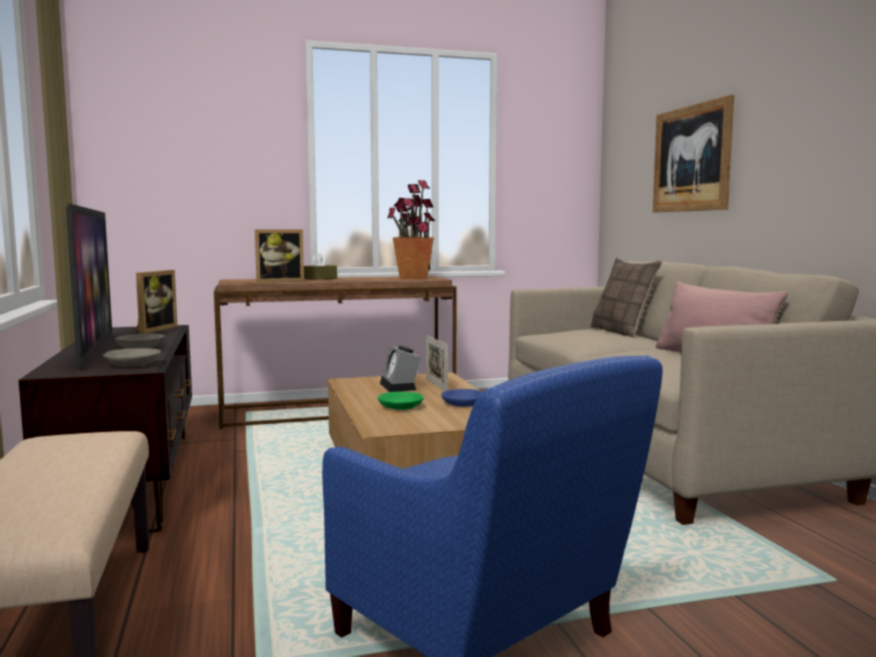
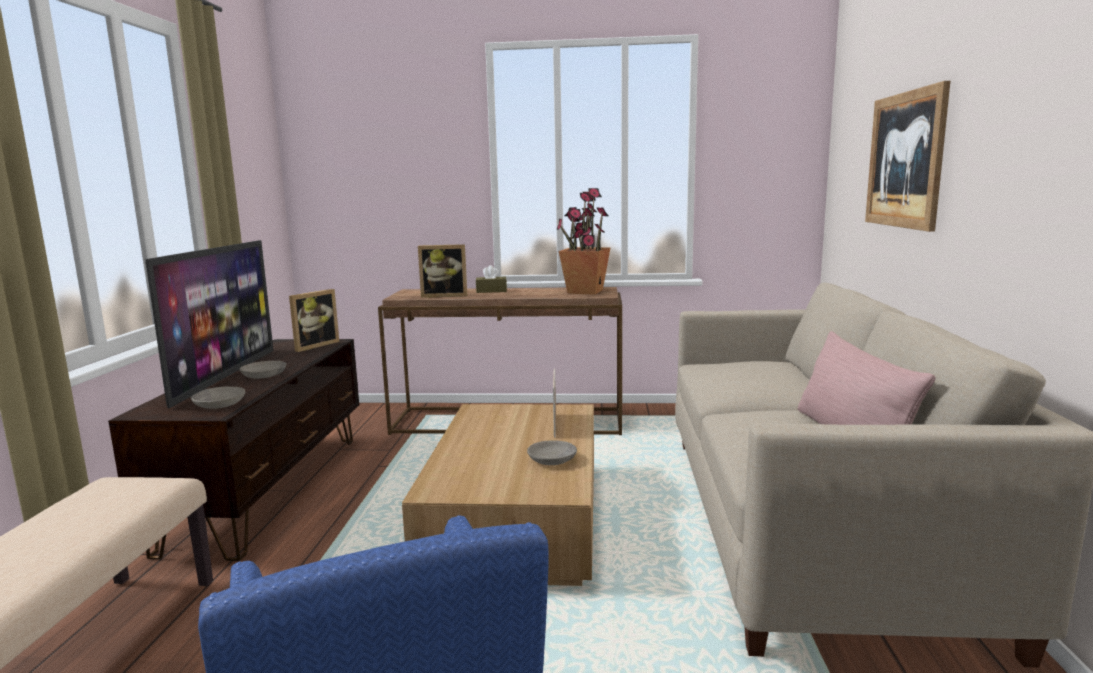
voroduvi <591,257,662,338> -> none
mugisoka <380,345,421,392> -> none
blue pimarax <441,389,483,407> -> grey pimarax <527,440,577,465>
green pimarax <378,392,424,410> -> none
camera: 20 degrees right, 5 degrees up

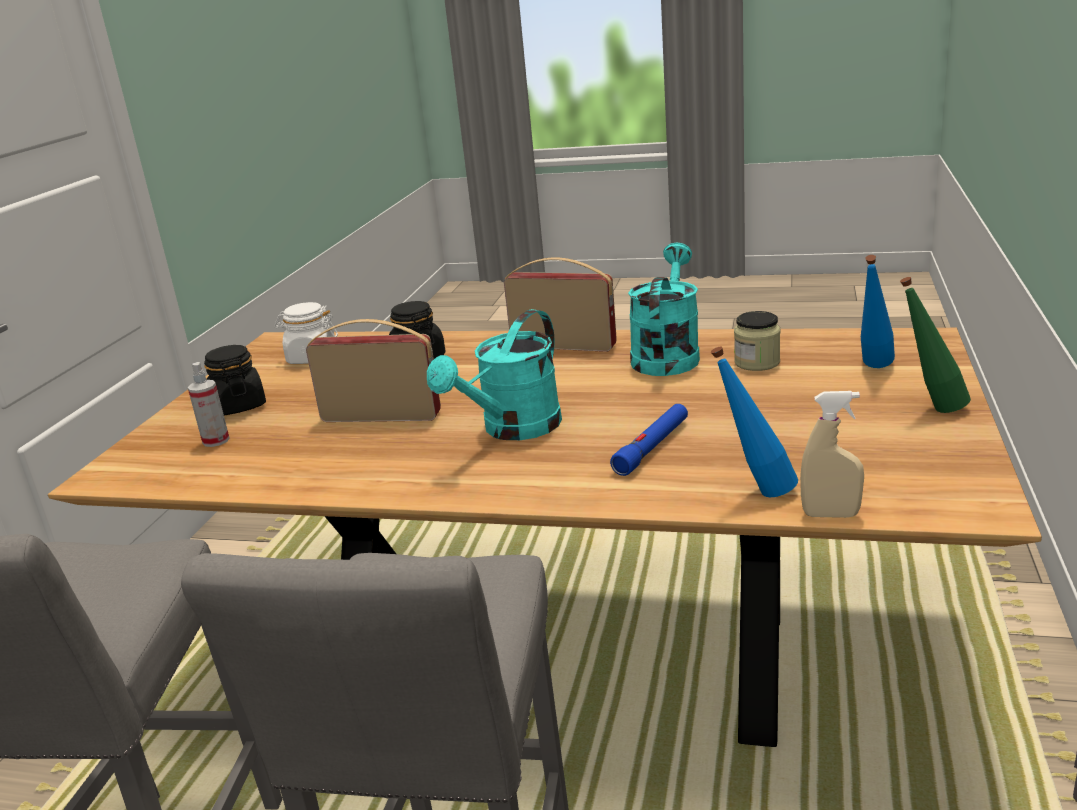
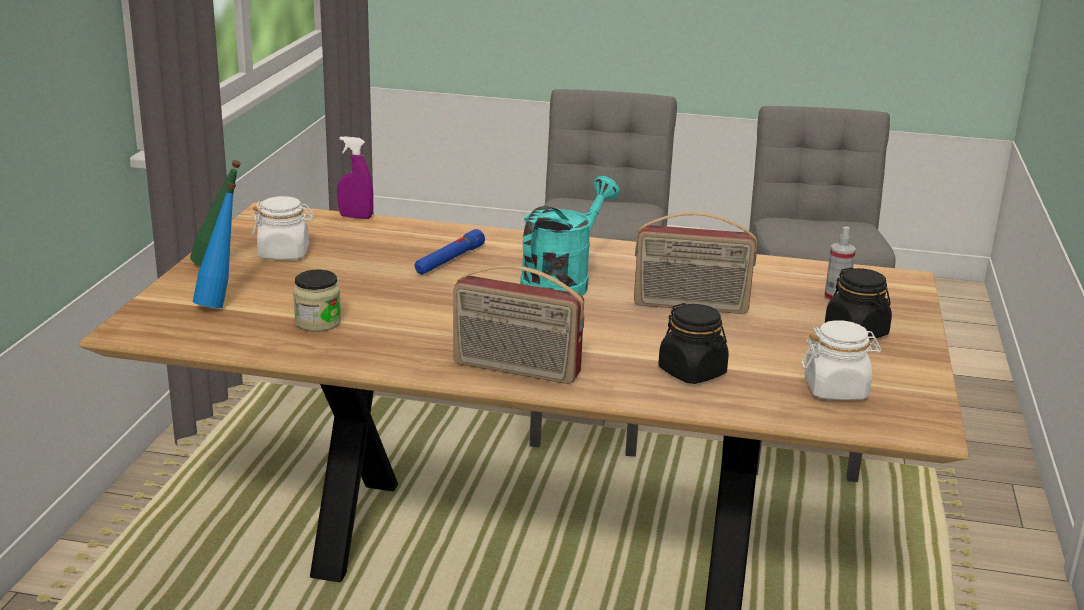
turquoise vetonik <628,242,700,376> -> none
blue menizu <711,347,798,497> -> none
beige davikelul <800,391,864,518> -> purple davikelul <337,136,373,219>
none -> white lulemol <252,196,314,260>
camera: 175 degrees right, 0 degrees up

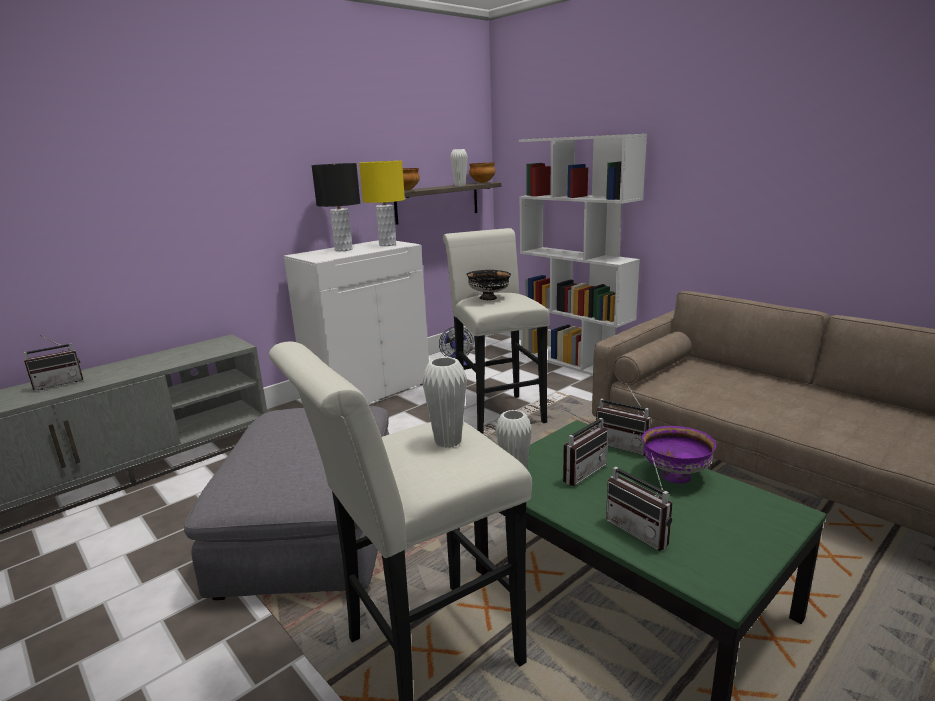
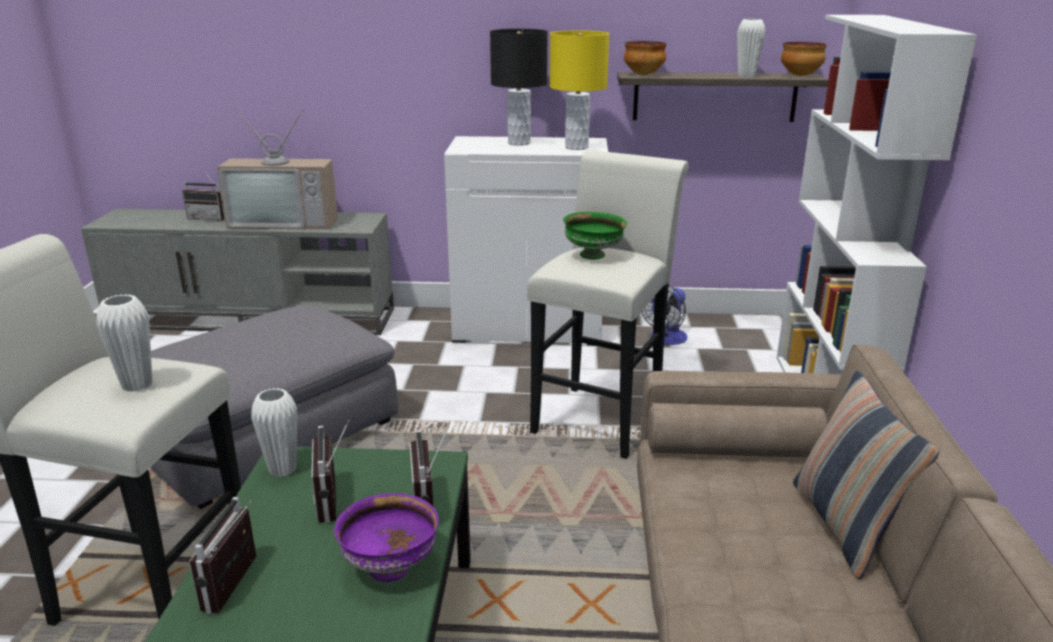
black pimarax <466,270,511,300> -> green pimarax <563,212,627,260>
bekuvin <563,410,608,486> -> bekuvin <312,420,349,523>, 75 degrees clockwise
none -> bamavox <217,109,338,229>
none -> voroduvi <793,370,939,580>
camera: 45 degrees right, 5 degrees up

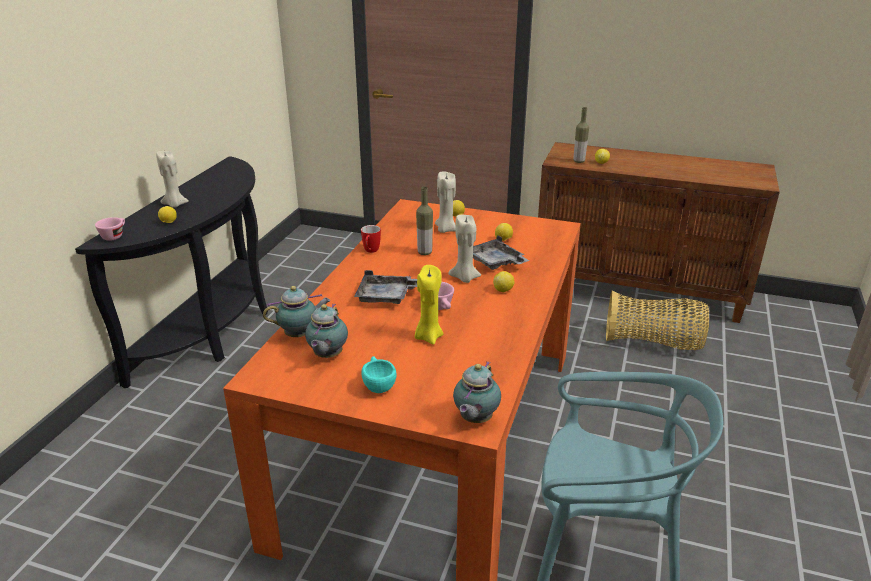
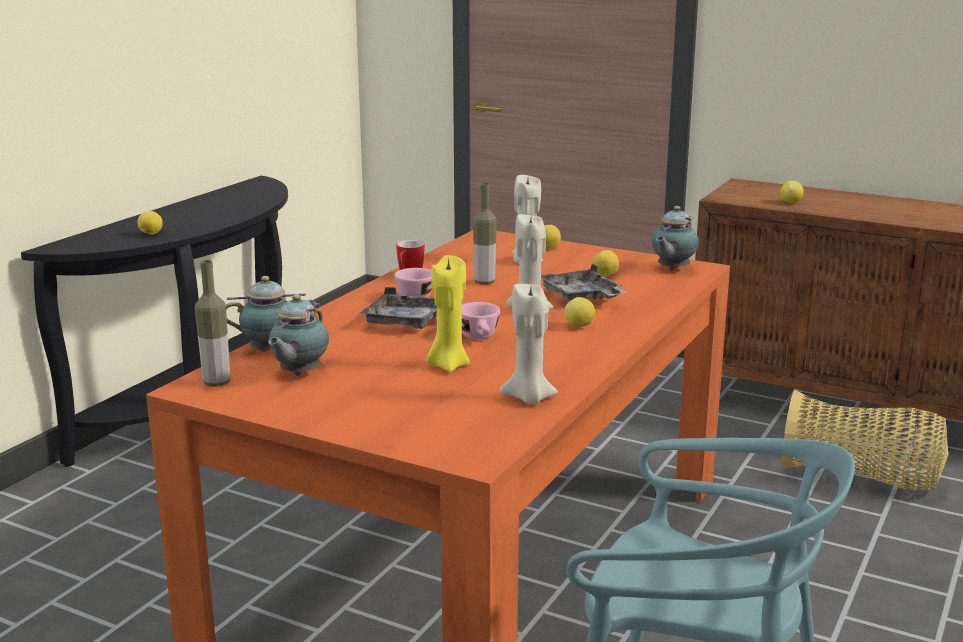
menizu <573,107,589,163> -> menizu <195,260,230,387>, move
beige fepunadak <156,151,189,207> -> beige fepunadak <500,284,558,404>, move
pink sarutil <95,217,125,241> -> pink sarutil <394,268,432,297>, move
turquoise sarutil <361,356,397,393> -> none
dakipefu <453,362,501,423> -> dakipefu <652,206,699,270>, move
camera: 10 degrees right, 10 degrees down

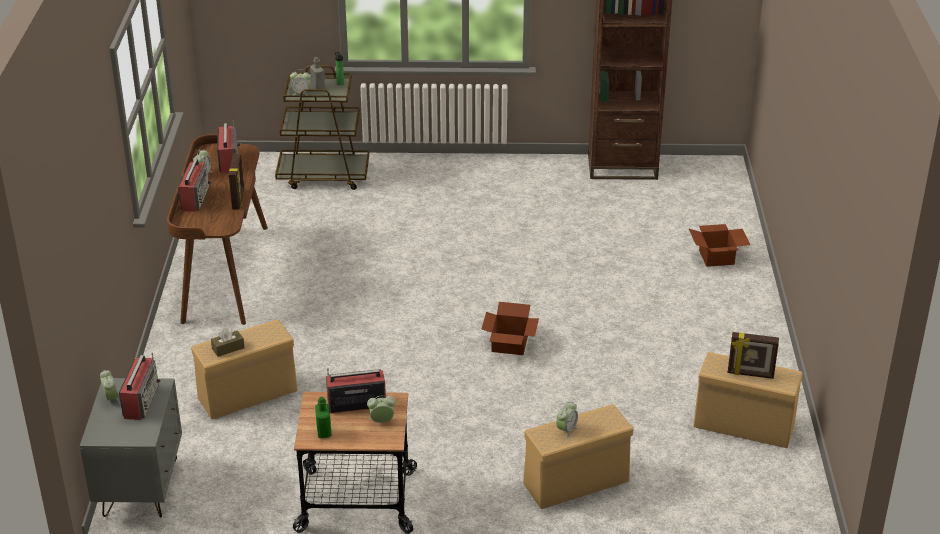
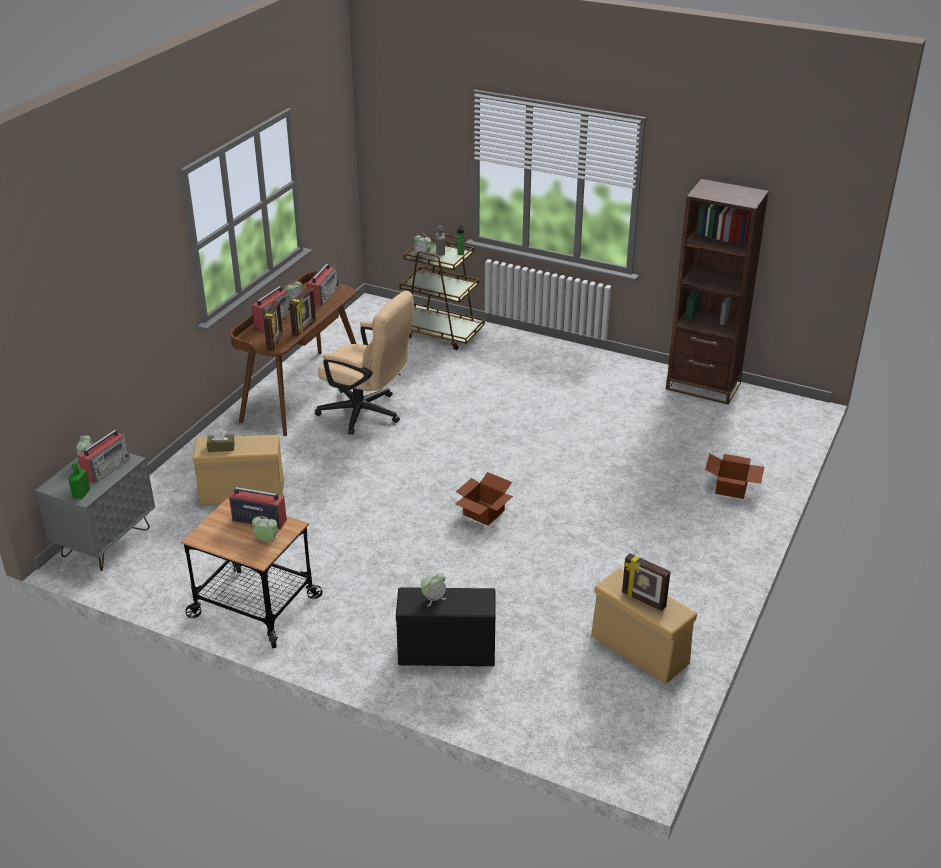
green menizu <315,397,331,438> -> green menizu <68,462,90,499>, move
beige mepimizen <523,404,634,509> -> black mepimizen <396,587,495,666>
none -> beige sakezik <315,291,414,434>
none -> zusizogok <263,301,283,351>
camera: 25 degrees right, 0 degrees up

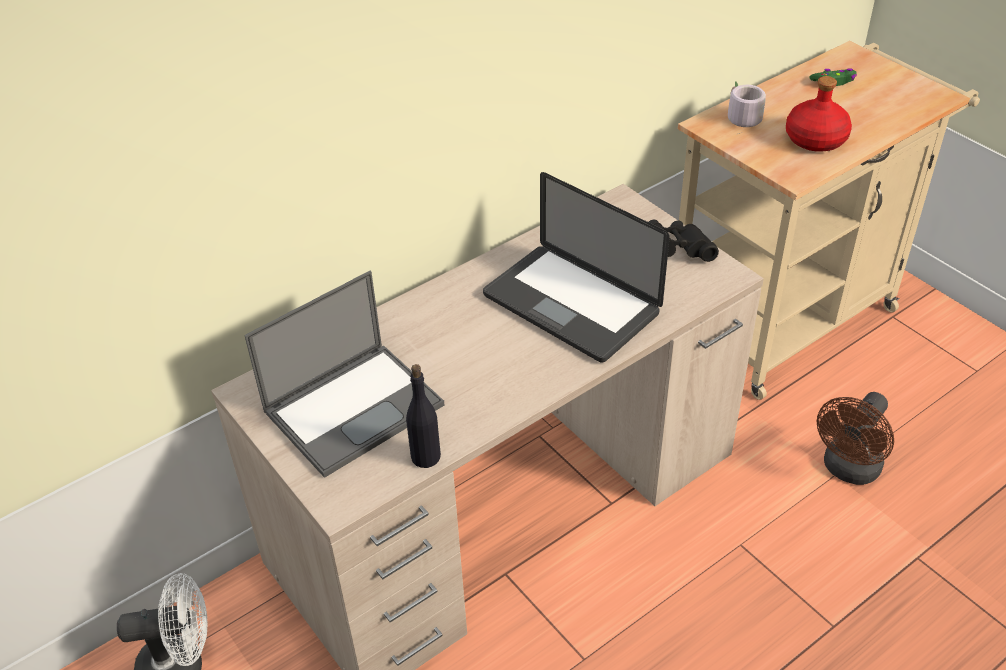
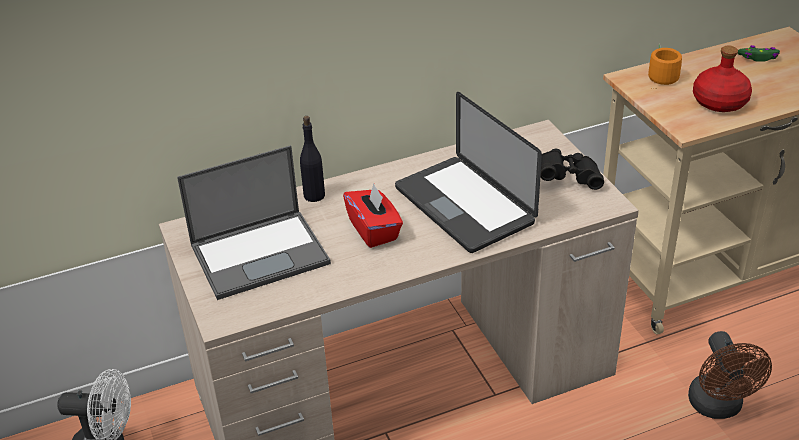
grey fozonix <728,81,766,135> -> orange fozonix <648,44,682,89>
black menizu <406,364,441,468> -> black menizu <300,116,325,202>, move
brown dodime <817,392,894,485> -> brown dodime <688,331,772,419>, 60 degrees counterclockwise
none -> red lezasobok <343,183,403,248>
camera: 15 degrees right, 5 degrees down

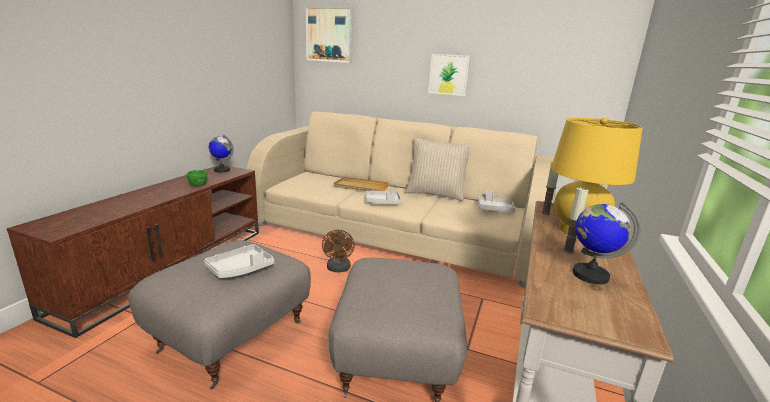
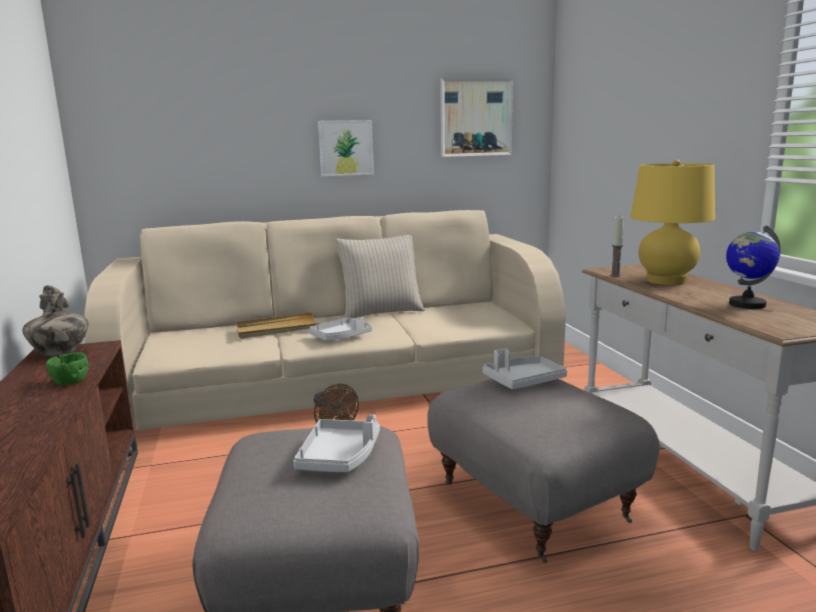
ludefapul <306,6,353,63> -> ludefapul <440,78,513,157>, move
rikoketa <209,135,234,172> -> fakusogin <22,285,89,356>
fepunadak <562,188,589,253> -> none
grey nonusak <478,191,516,212> -> grey nonusak <482,349,567,389>, move
camera: 35 degrees left, 5 degrees down

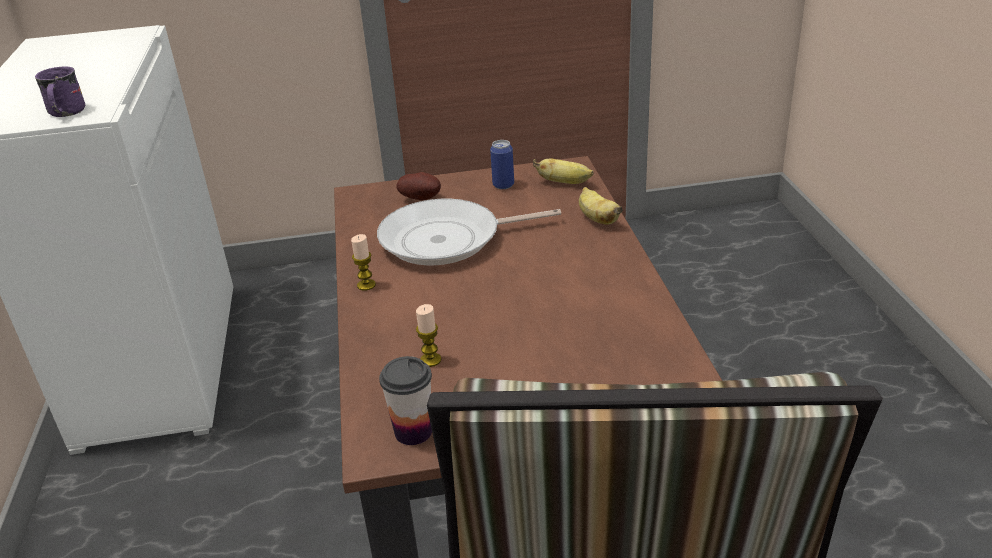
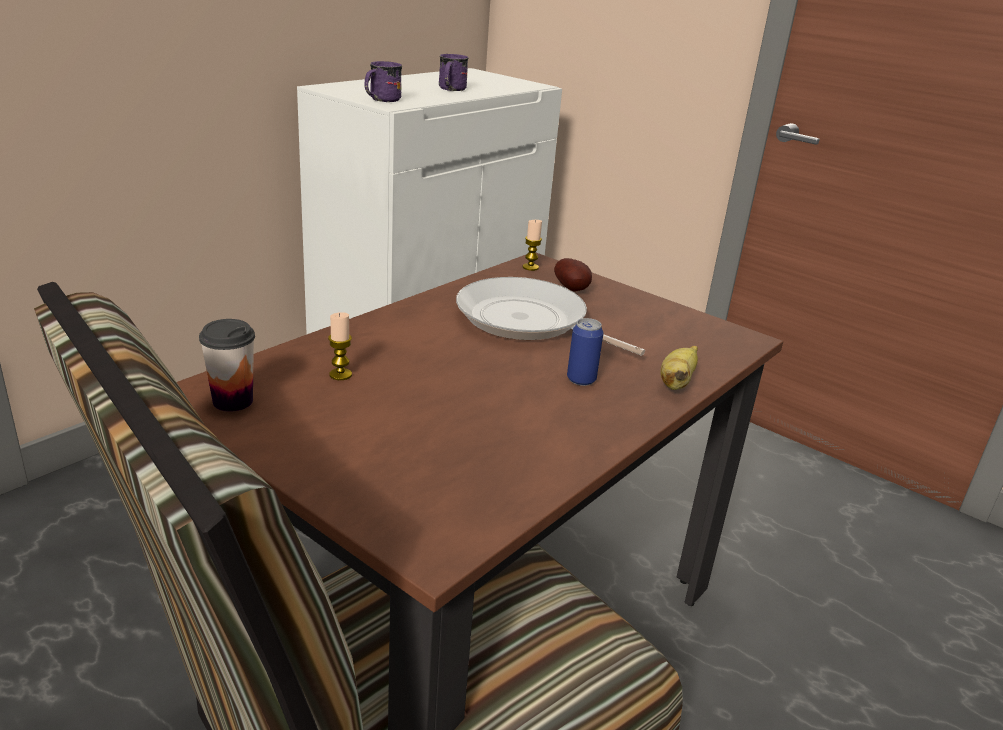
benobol <490,140,514,189> -> benobol <567,318,604,386>, move
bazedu <533,159,594,184> -> none
fepunadak <351,234,376,291> -> fepunadak <523,220,542,271>, move
none -> purple fozonix <439,54,468,91>
camera: 45 degrees right, 5 degrees down

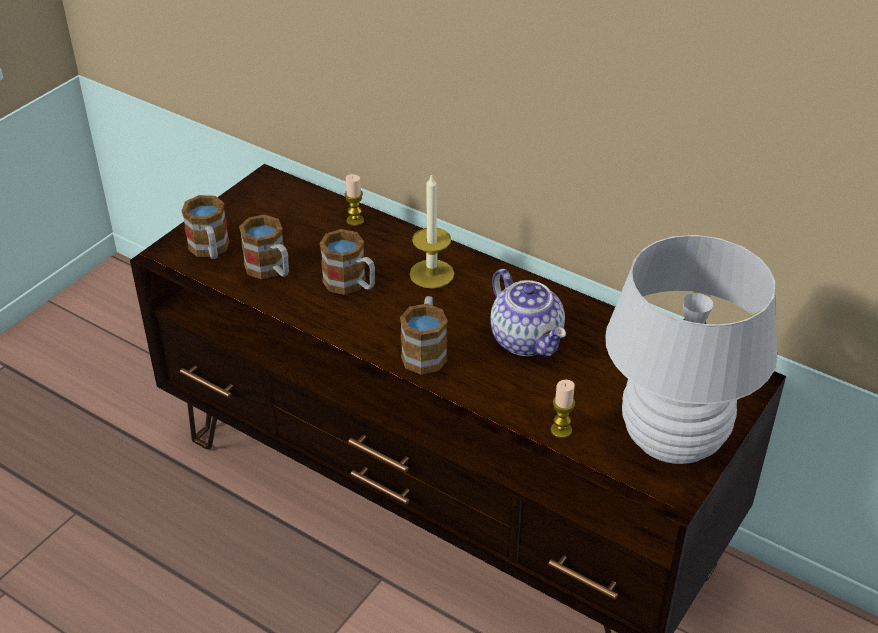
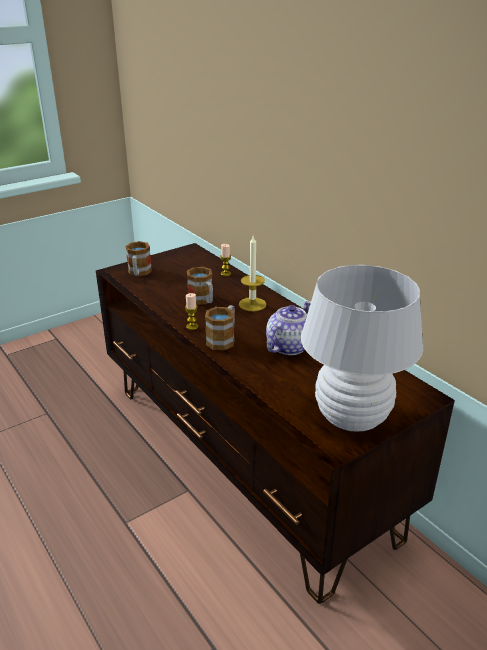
fozonix <239,214,289,279> -> none
dakipefu <490,269,566,357> -> dakipefu <266,301,311,355>, 135 degrees counterclockwise
fepunadak <551,380,575,438> -> fepunadak <185,293,198,330>, move
camera: 20 degrees right, 10 degrees down

